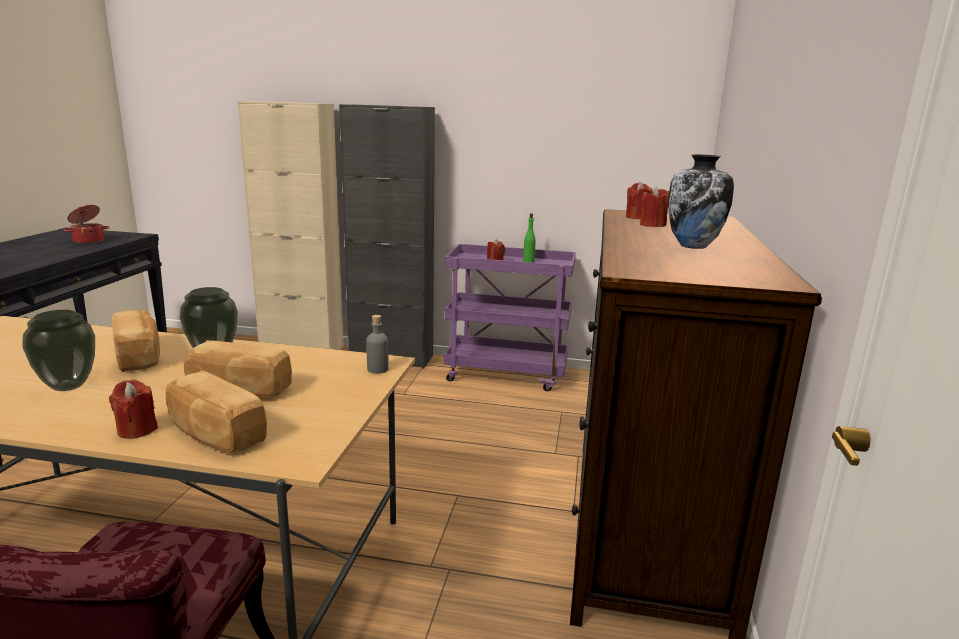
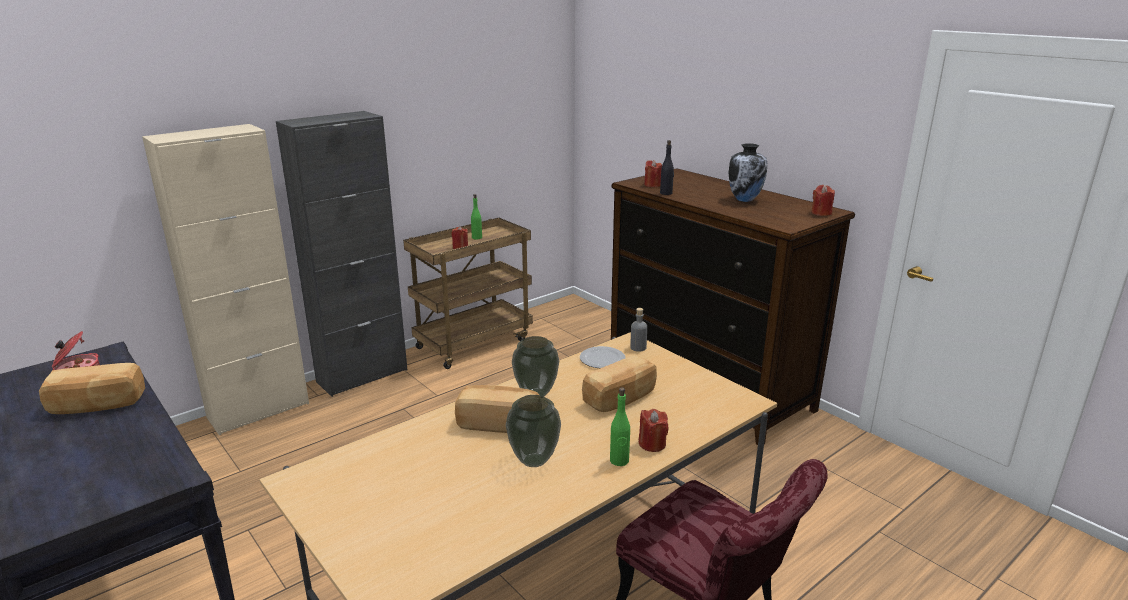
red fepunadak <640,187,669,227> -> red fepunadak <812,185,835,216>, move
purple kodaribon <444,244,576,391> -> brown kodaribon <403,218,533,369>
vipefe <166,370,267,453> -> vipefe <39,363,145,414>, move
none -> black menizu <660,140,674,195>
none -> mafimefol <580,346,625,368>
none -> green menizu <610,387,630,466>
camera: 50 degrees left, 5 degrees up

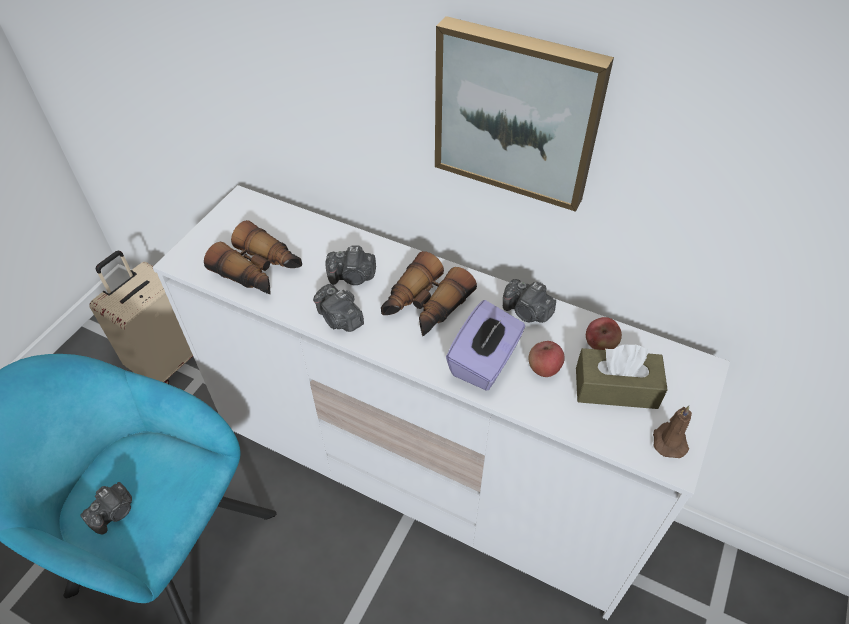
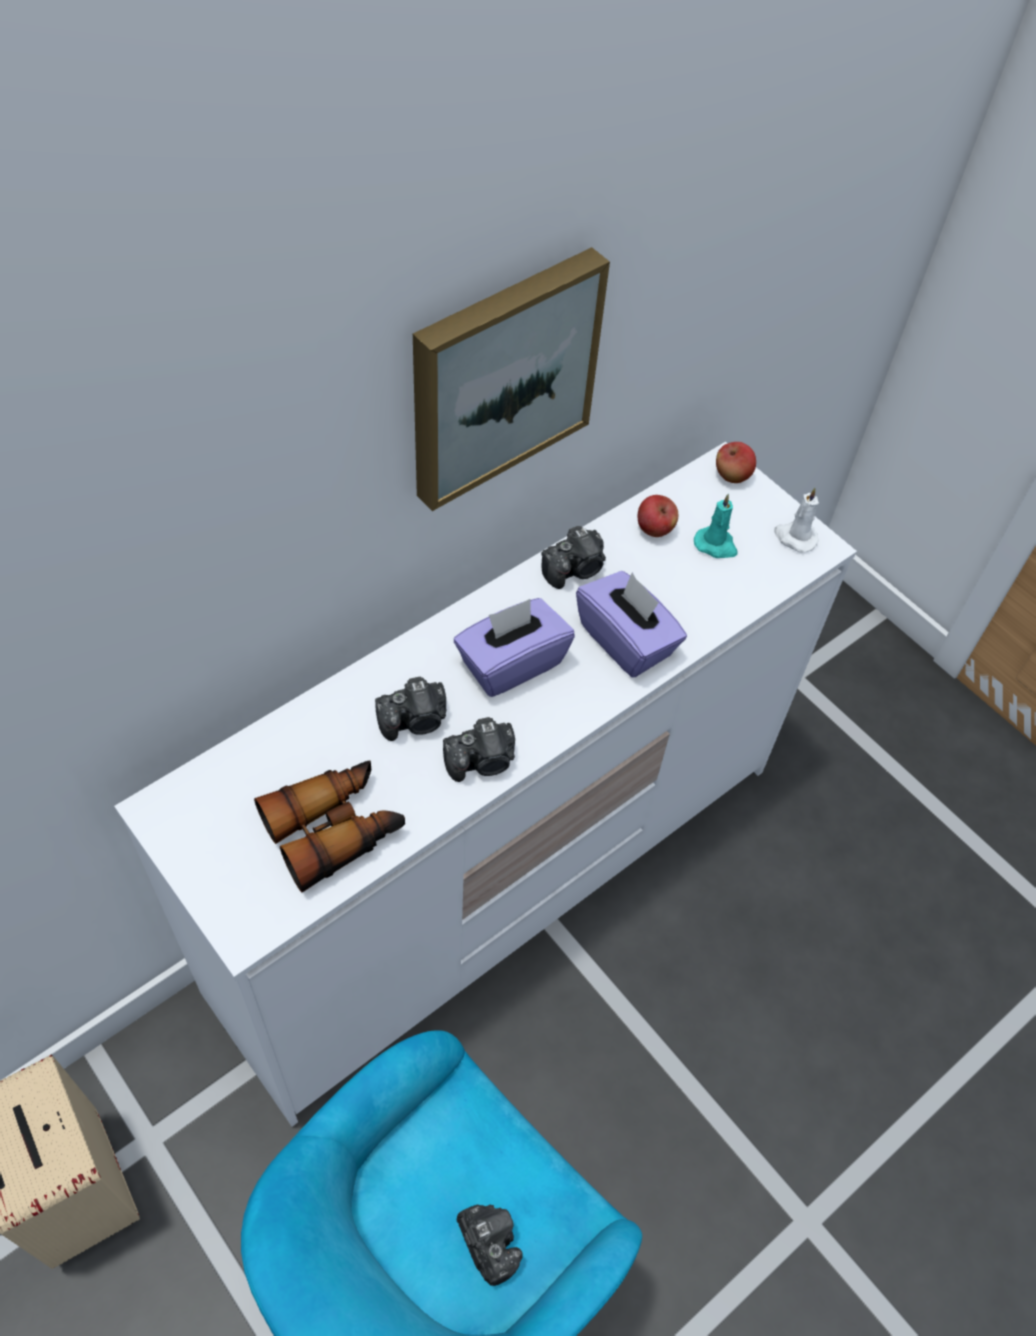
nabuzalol <325,245,376,285> -> nabuzalol <375,677,446,741>, 45 degrees clockwise
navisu <381,251,477,336> -> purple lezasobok <454,598,575,697>
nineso <528,341,565,377> -> nineso <716,442,756,483>, move
brown lezasobok <576,344,668,409> -> turquoise fepunadak <694,494,738,558>
brown fepunadak <653,406,692,458> -> white fepunadak <774,488,819,552>
camera: 70 degrees left, 5 degrees up

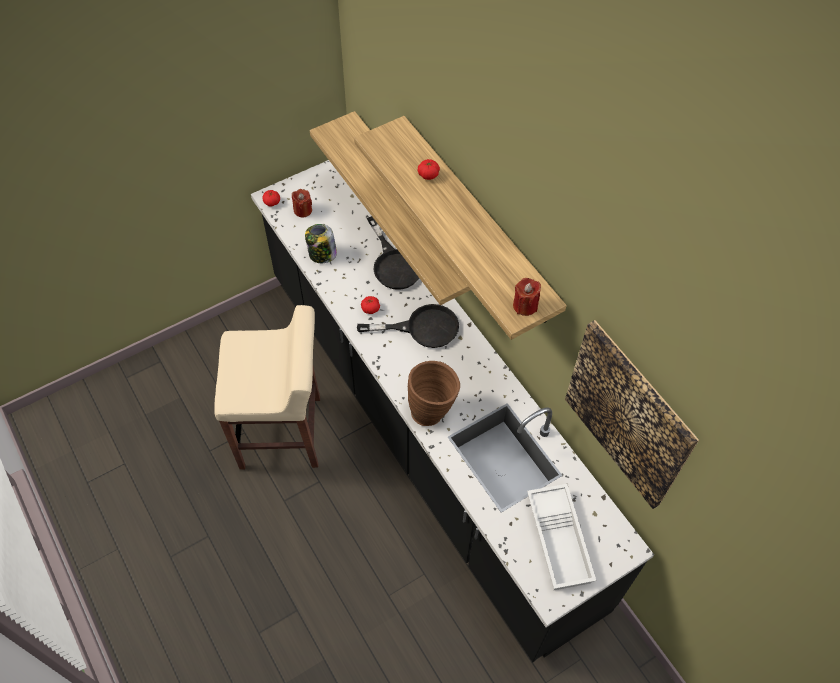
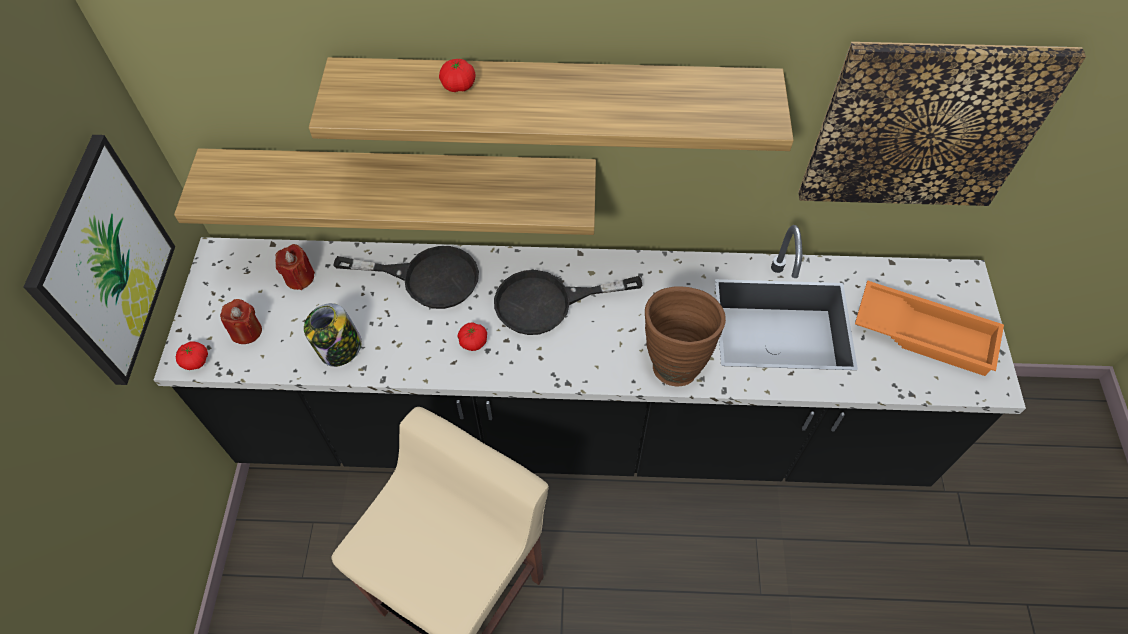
red fepunadak <513,278,541,316> -> red fepunadak <275,244,315,290>, move
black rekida <357,304,459,348> -> black rekida <494,270,642,335>, 135 degrees counterclockwise
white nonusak <527,484,596,590> -> orange nonusak <855,280,1004,376>
none -> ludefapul <23,135,175,385>
camera: 55 degrees left, 0 degrees up

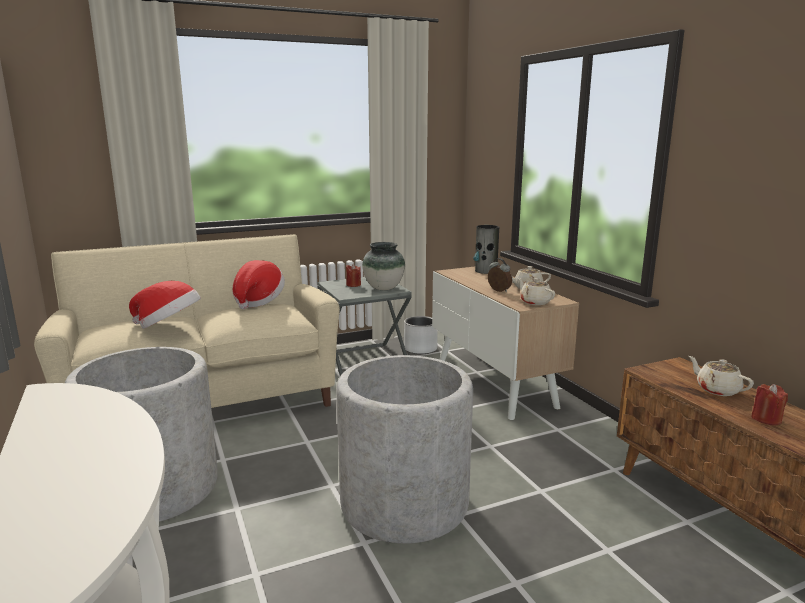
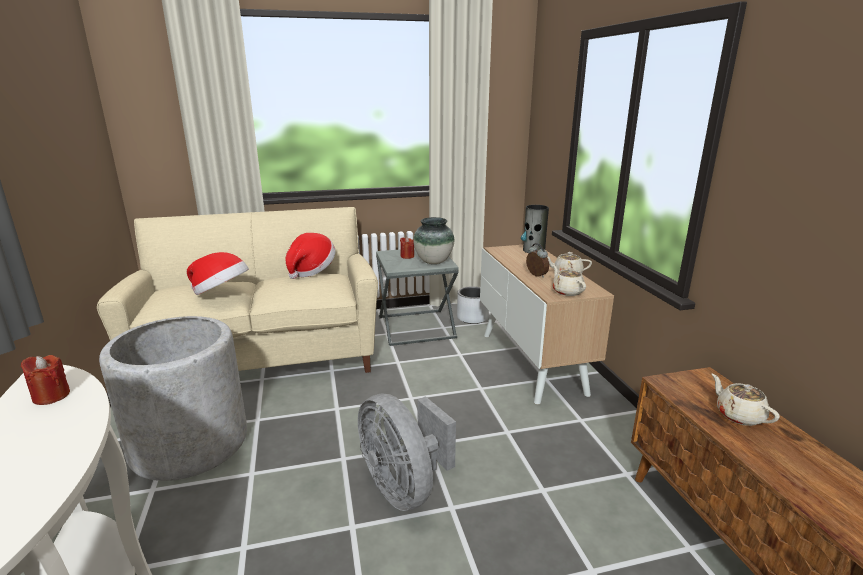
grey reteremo <336,355,473,544> -> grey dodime <358,393,456,511>
red fepunadak <751,384,788,425> -> red fepunadak <21,355,70,405>, move
camera: 10 degrees right, 5 degrees up

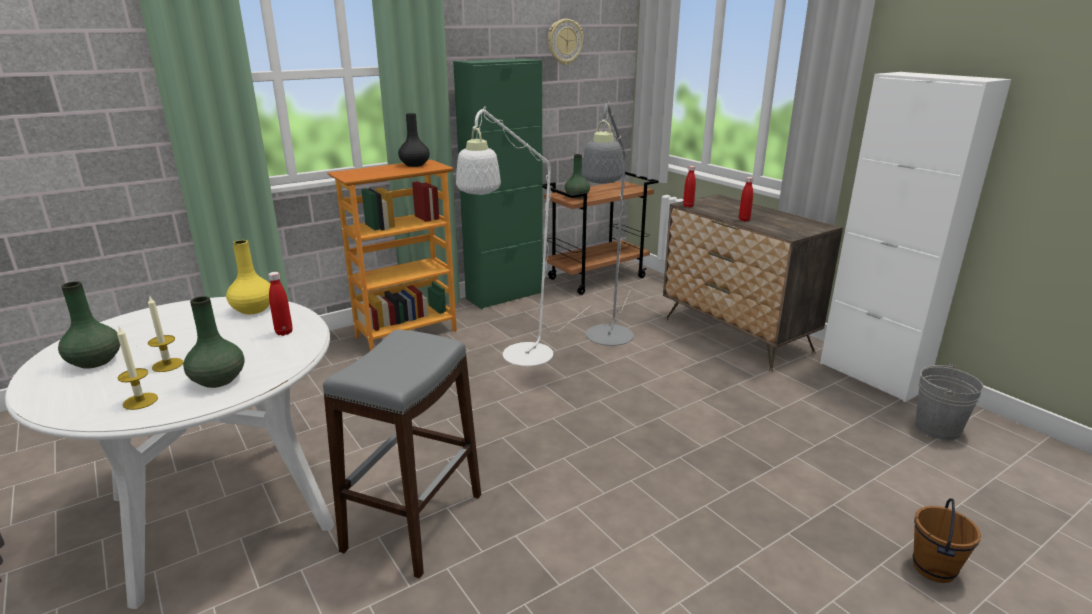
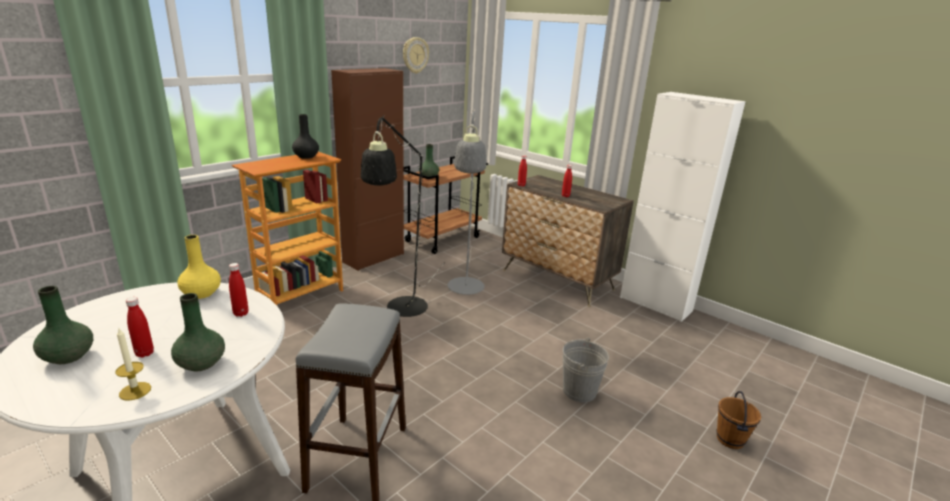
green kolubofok <453,58,543,309> -> brown kolubofok <331,68,404,271>
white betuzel <456,106,591,366> -> black betuzel <361,115,445,317>
fepunadak <148,295,183,372> -> red menizu <126,297,154,358>
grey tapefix <915,364,984,440> -> grey tapefix <562,338,609,402>, move
camera: 15 degrees left, 0 degrees up

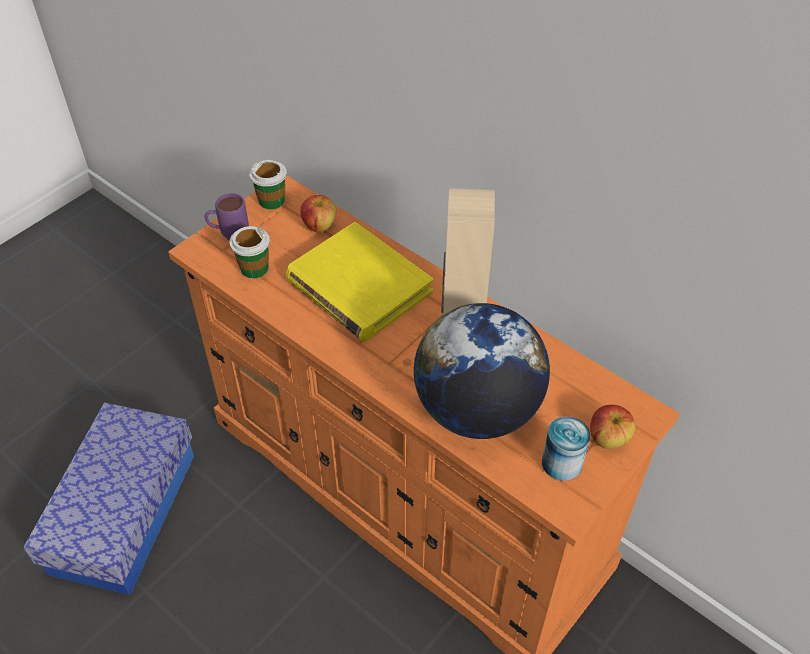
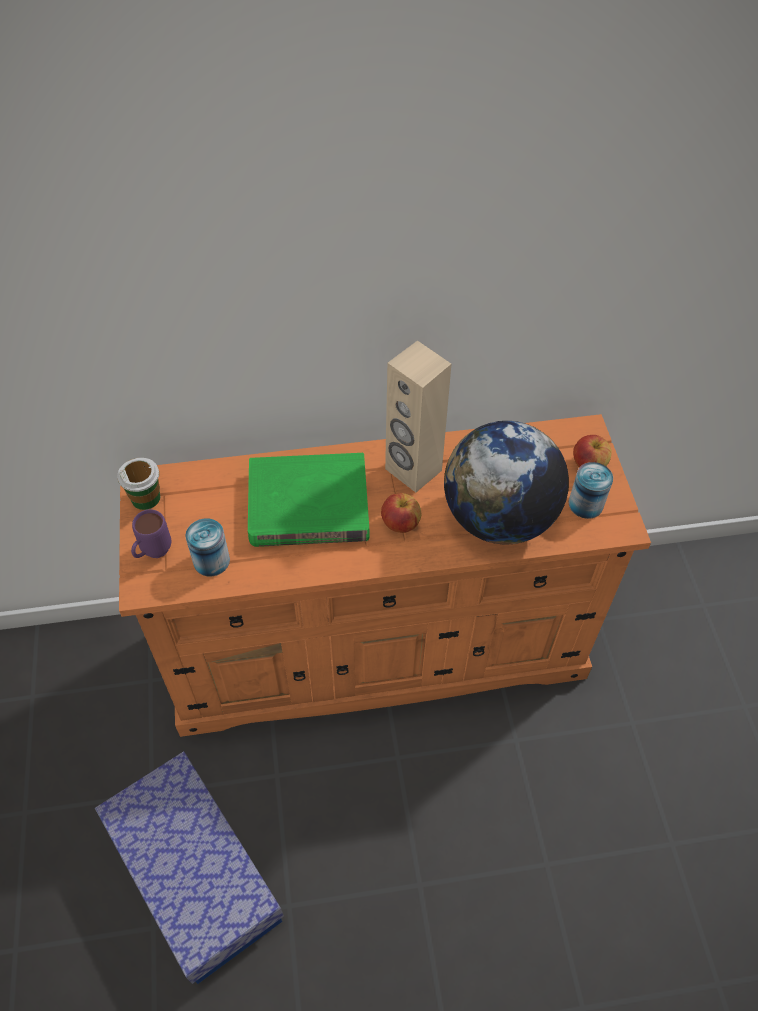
nineso <300,195,336,232> -> nineso <381,493,421,533>, move
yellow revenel <286,222,433,342> -> green revenel <248,453,370,547>
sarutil <229,226,270,278> -> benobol <185,518,230,576>
camera: 50 degrees left, 5 degrees up

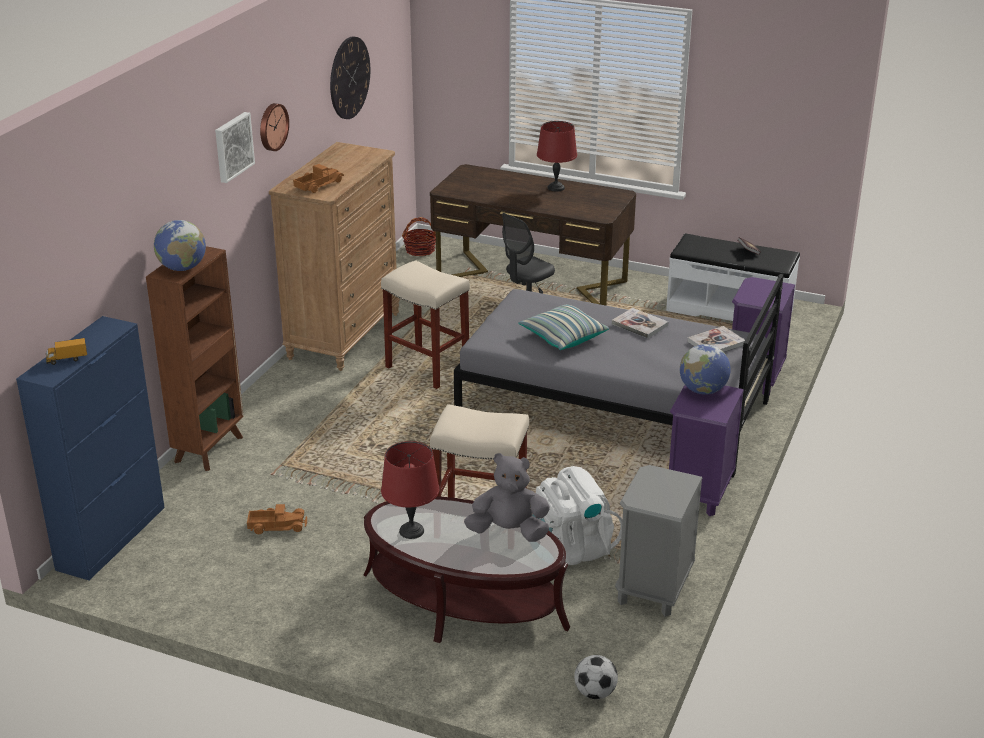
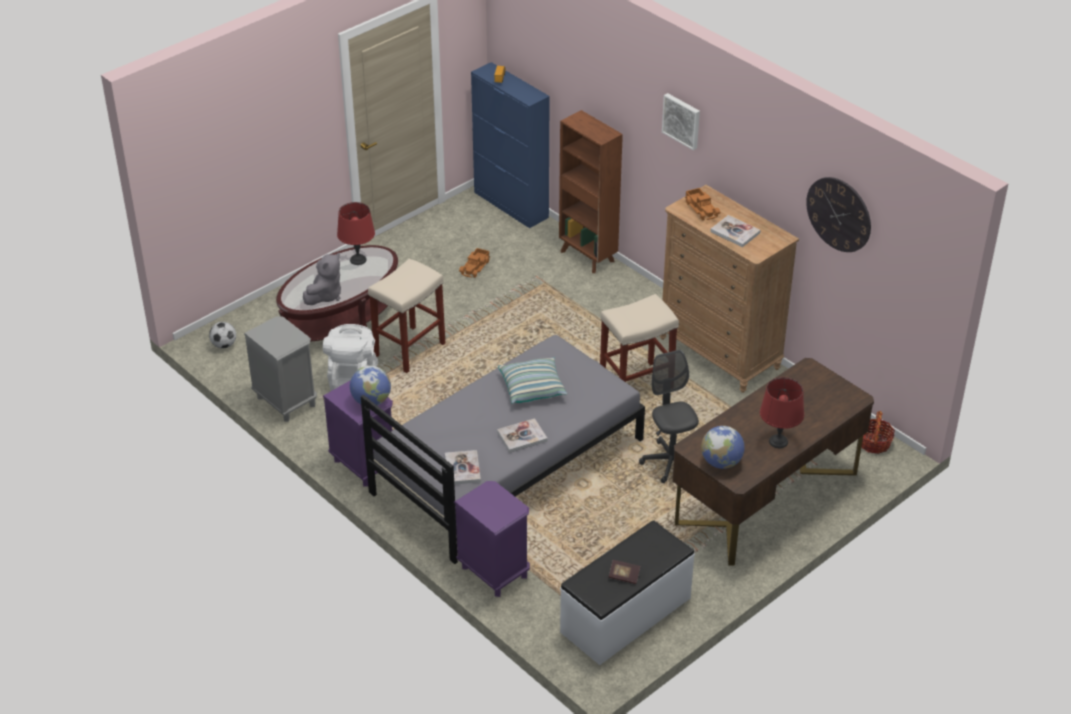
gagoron <260,103,289,151> -> none
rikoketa <154,220,206,271> -> rikoketa <701,426,745,469>, move
none -> revenel <710,215,760,247>
camera: 115 degrees right, 10 degrees up

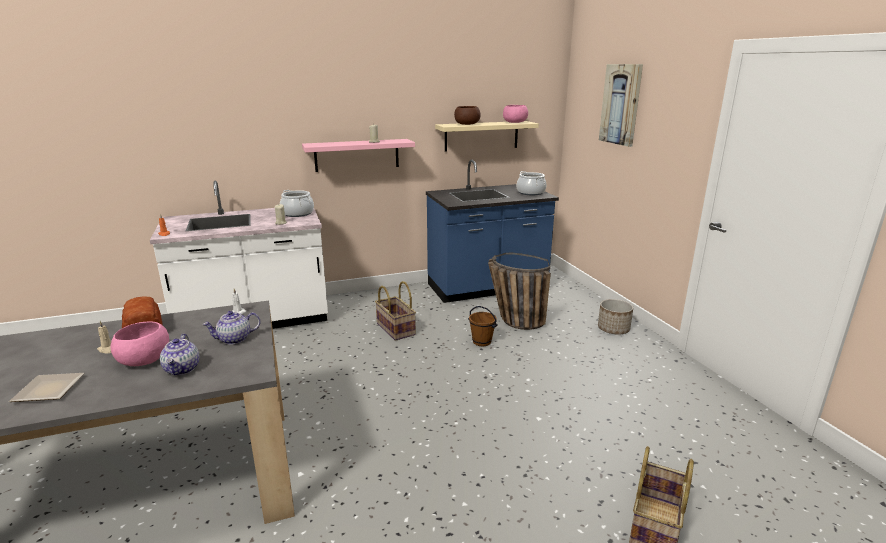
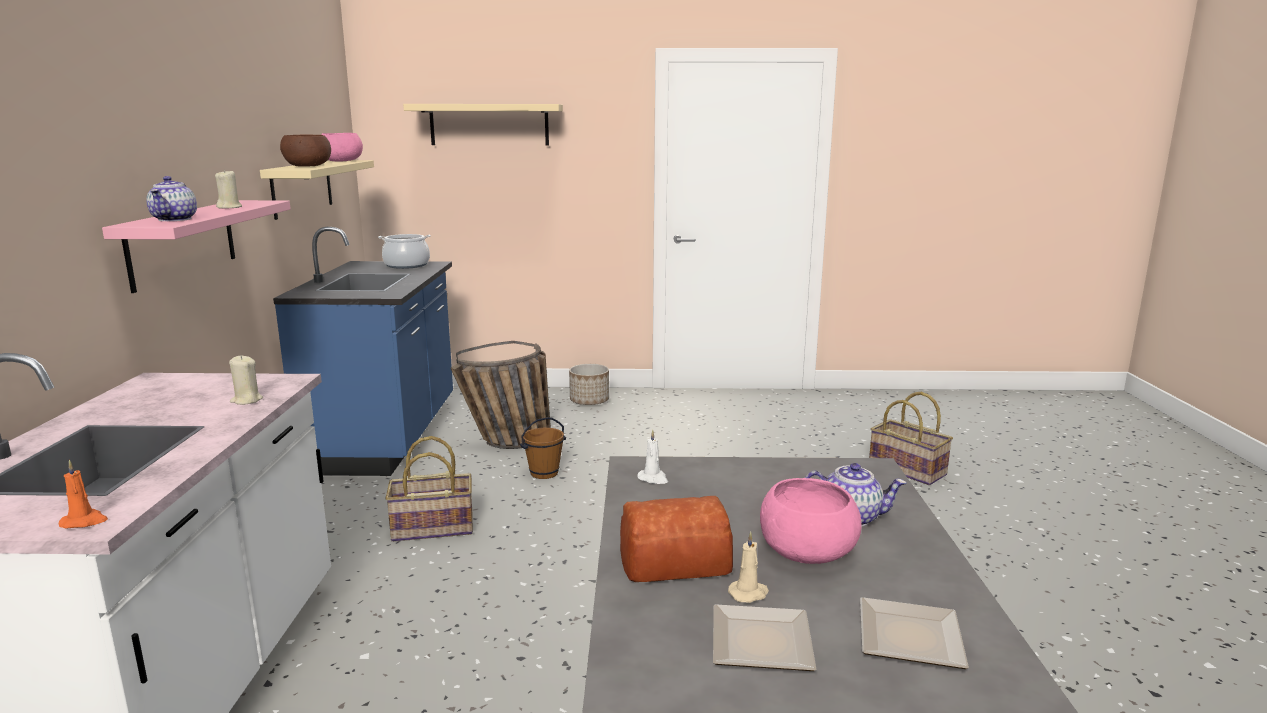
ludefapul <599,64,643,147> -> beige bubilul <403,104,563,146>
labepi <280,190,314,217> -> none
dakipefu <202,311,260,345> -> dakipefu <146,176,197,221>, move
none -> mafimefol <713,605,817,671>
camera: 70 degrees left, 5 degrees down

